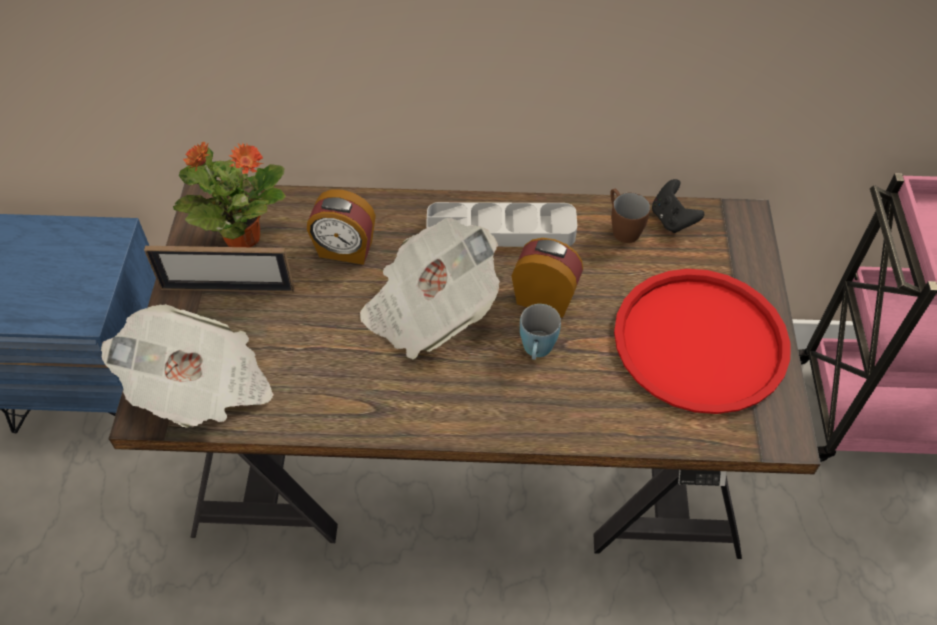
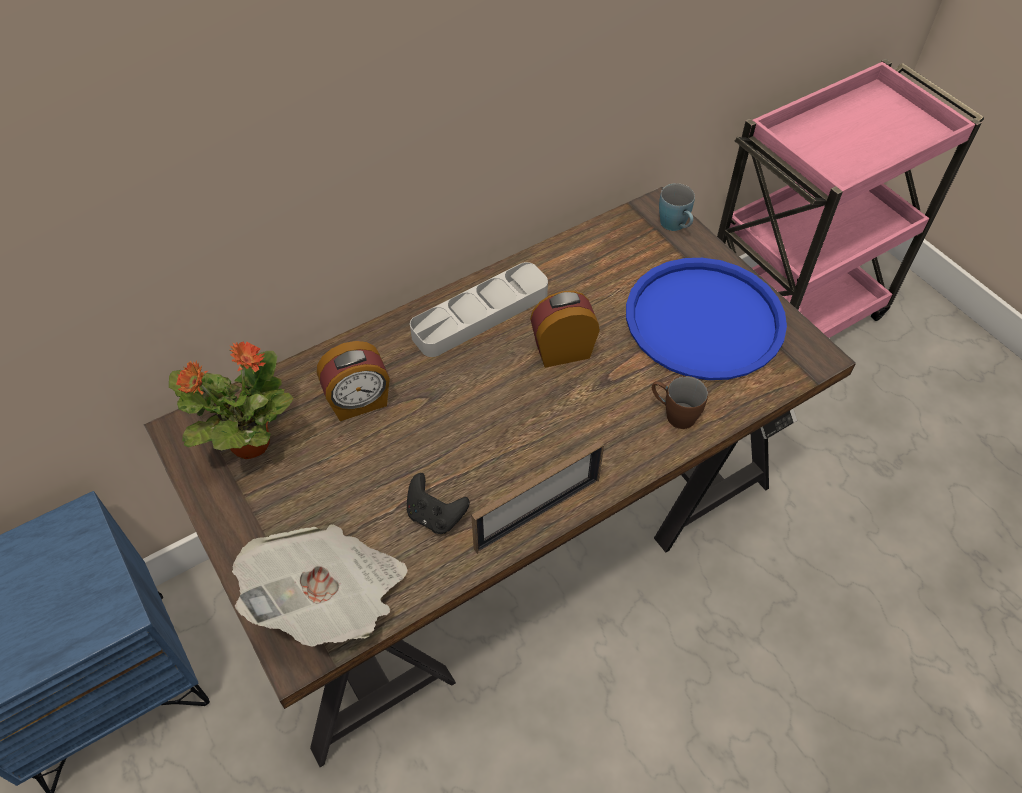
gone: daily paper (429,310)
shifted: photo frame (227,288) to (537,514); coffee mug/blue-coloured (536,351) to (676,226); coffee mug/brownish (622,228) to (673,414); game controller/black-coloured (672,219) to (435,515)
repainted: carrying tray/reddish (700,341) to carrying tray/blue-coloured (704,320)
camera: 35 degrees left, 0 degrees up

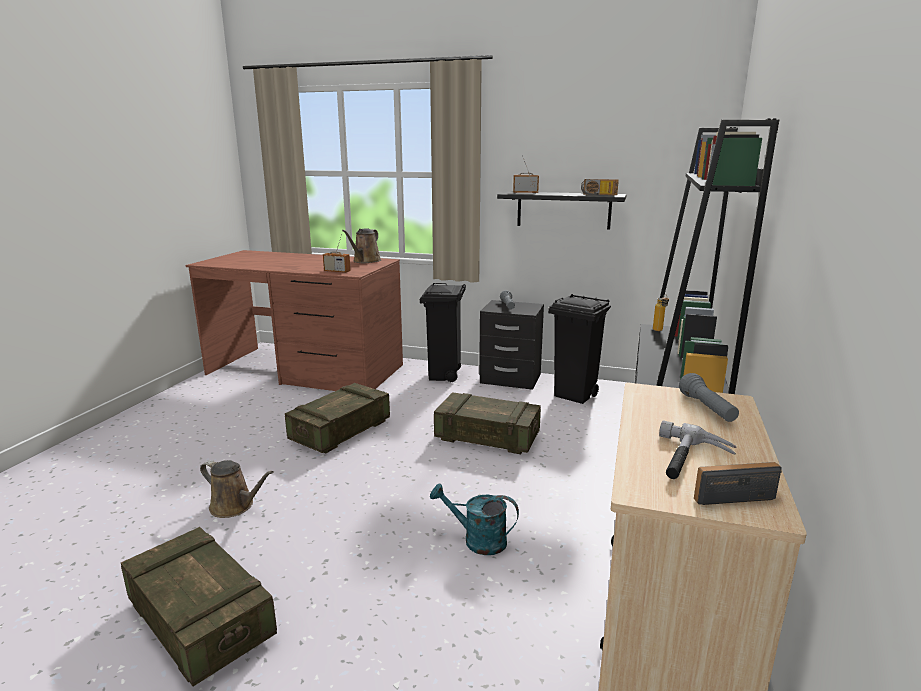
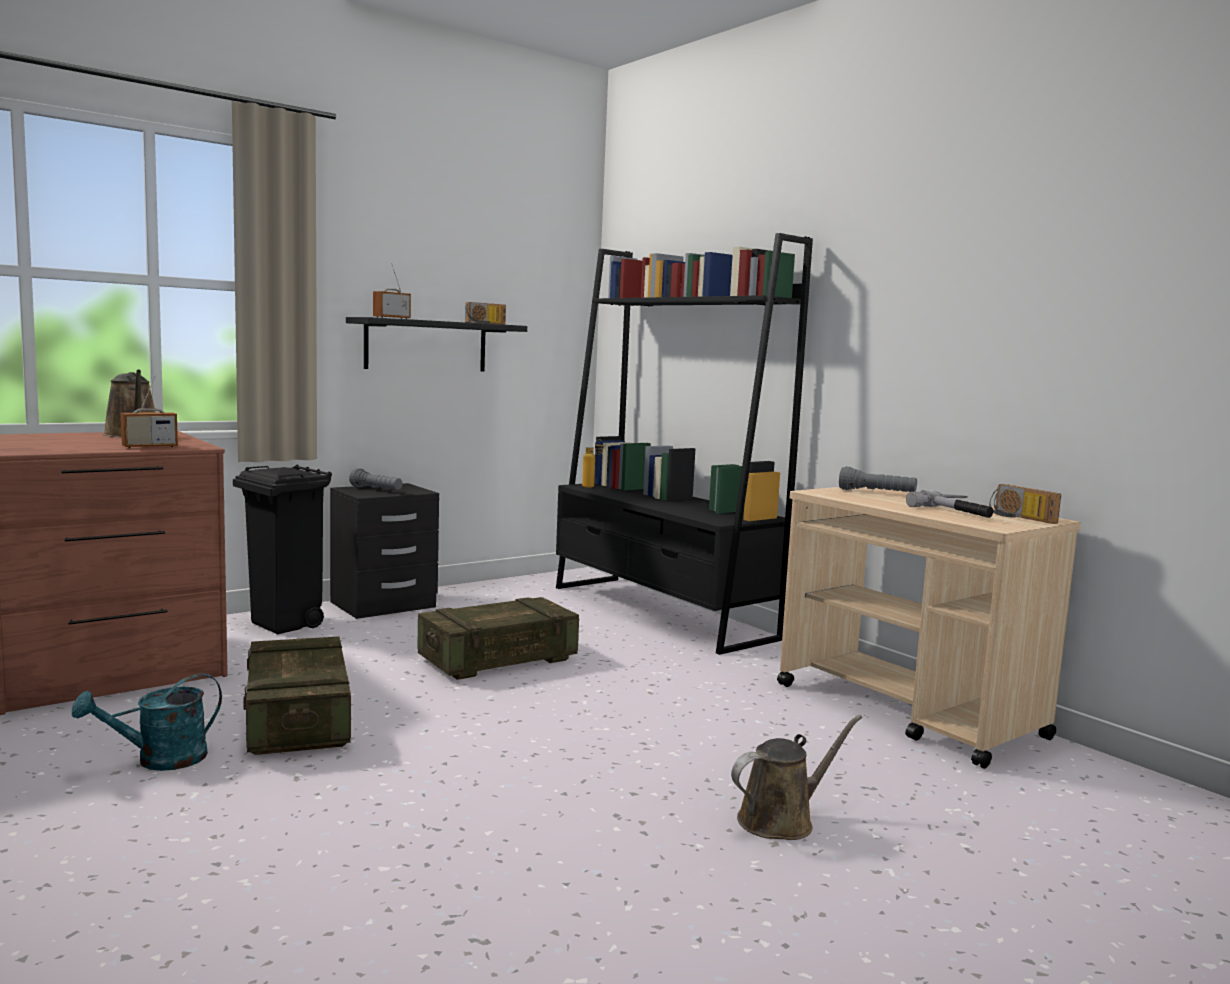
gone: shipping crate (201,620); waste bin/black-coloured (575,396)
shifted: watering pot/brownish (235,506) to (781,820); watering pot/turquoise (477,540) to (159,760)
rotated: radio receiver (732,494) = (1019,517) 60 degrees counterclockwise
camera: 55 degrees left, 10 degrees down

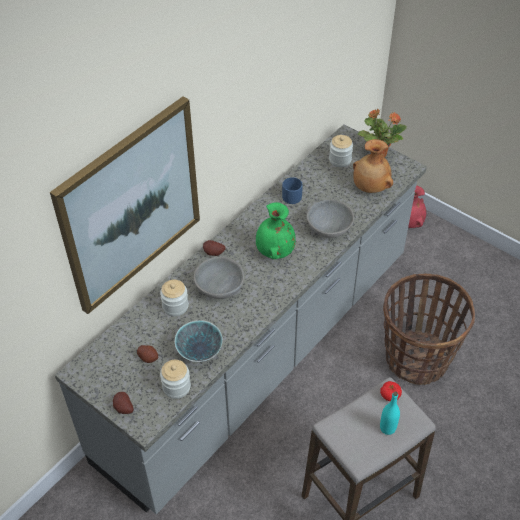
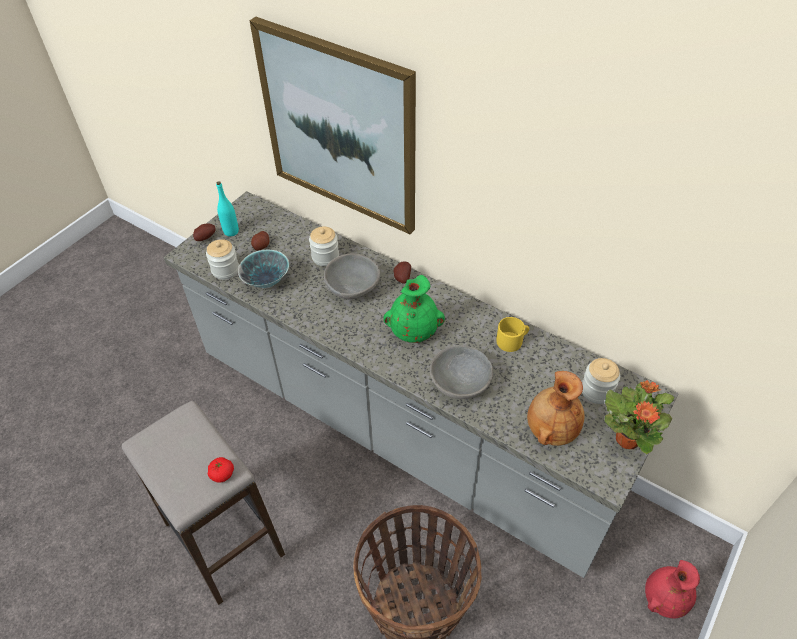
shifted: drink bottle/turquoise (387,428) to (231,231)
repainted: coffee mug/blue-coloured (291,195) to coffee mug/yellowish (512,340)
camera: 85 degrees right, 0 degrees up

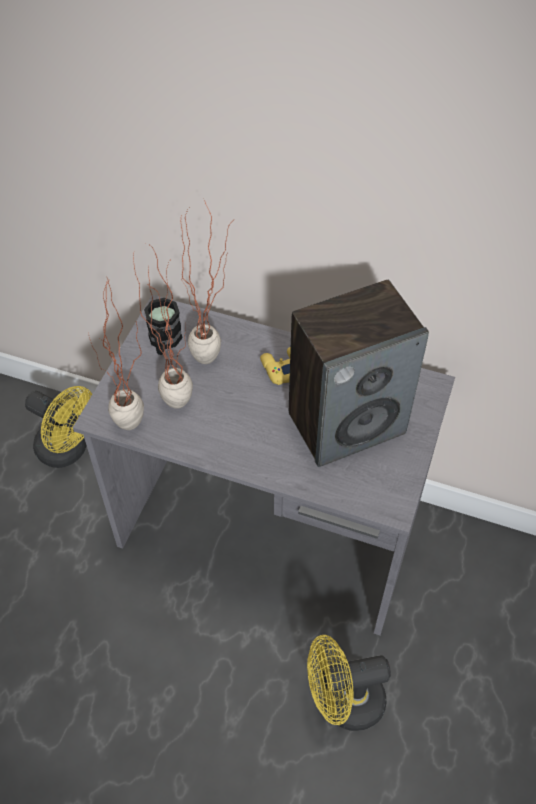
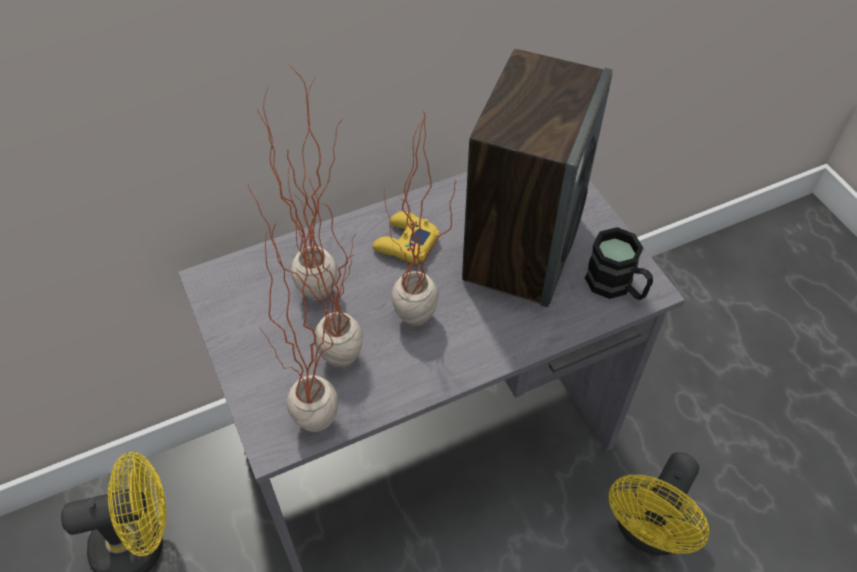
new: potted plant (419,329)
shifted: coffee mug/black-coloured (164,342) to (616,286)
camera: 45 degrees left, 0 degrees up

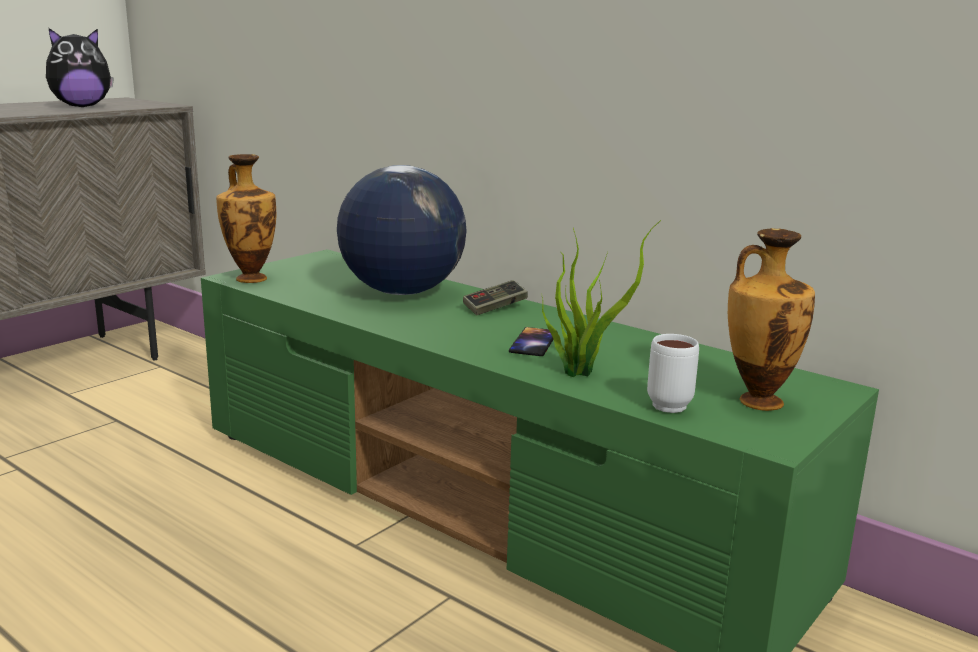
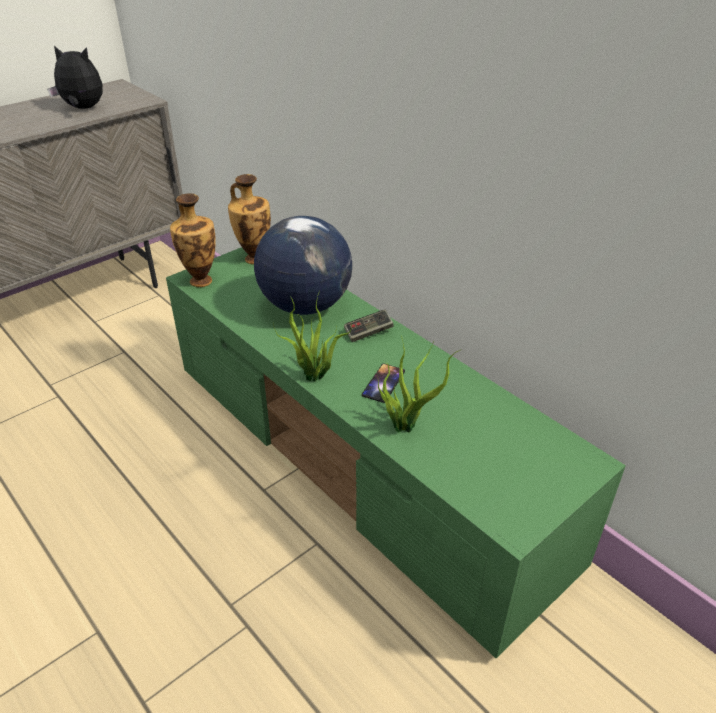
gone: coffee mug/whitish (671,403)
new: potted plant (314,377)
shifted: decorative vase (757,401) to (254,258)
rotated: cuddly toy (82,107) = (82,109) 150 degrees counterclockwise
camera: 10 degrees right, 20 degrees up

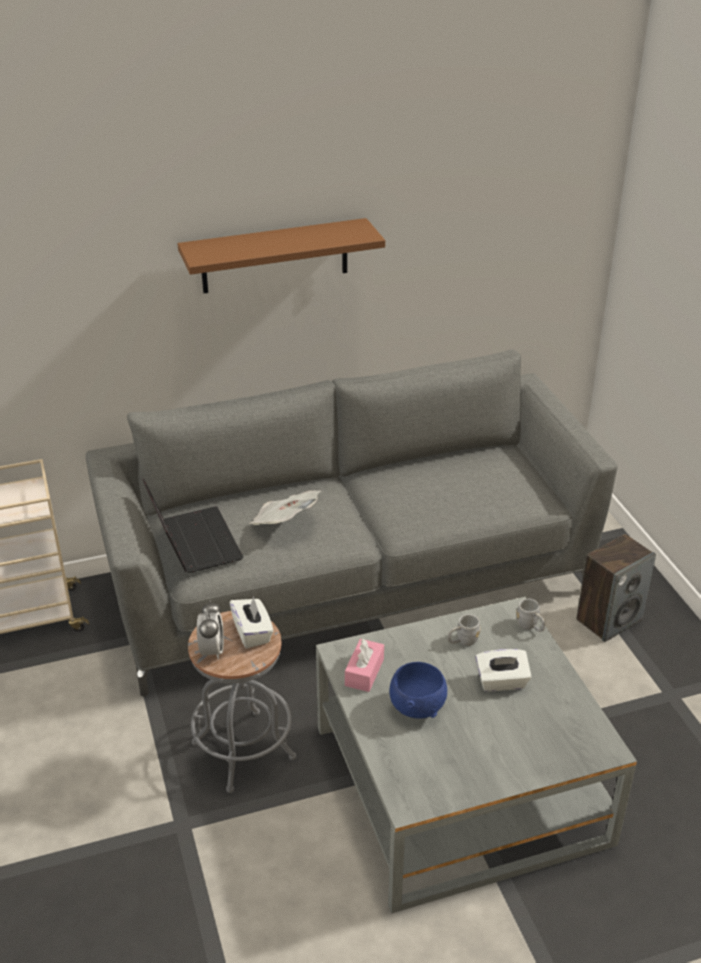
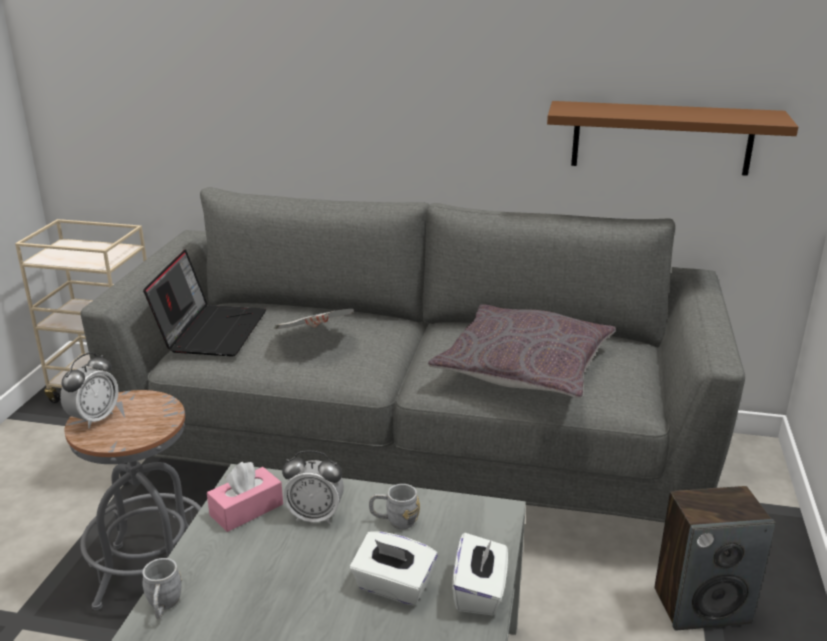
gone: bowl/blue-coloured (417,706)
new: bedside clock (315,516); throw pillow/grey (524,366)
shifted: bracket shelf/brownish (275,256) to (661,138); tissue box/whitish (252,633) to (480,592); coffee mug/grey (530,626) to (163,606)
camera: 30 degrees right, 10 degrees down

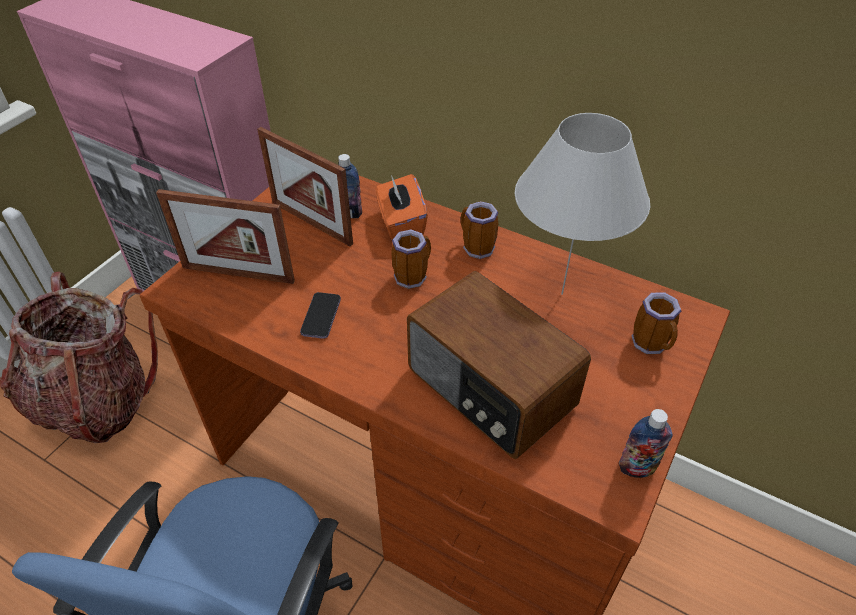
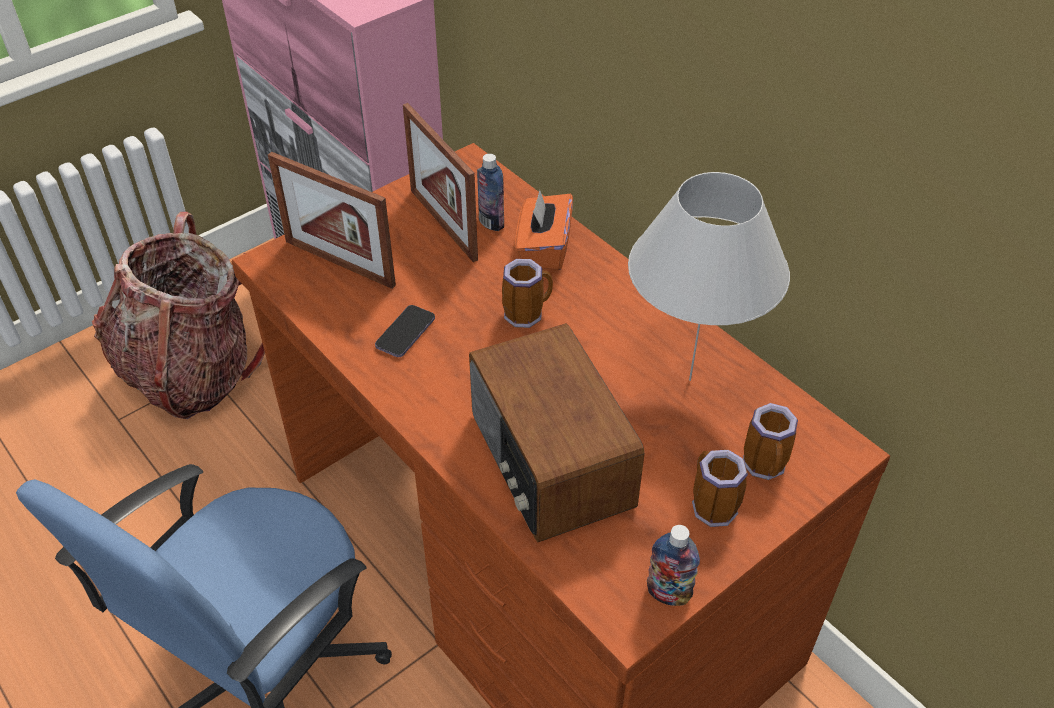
shifted: coffee mug (475,248) to (710,507)
camera: 20 degrees right, 0 degrees up

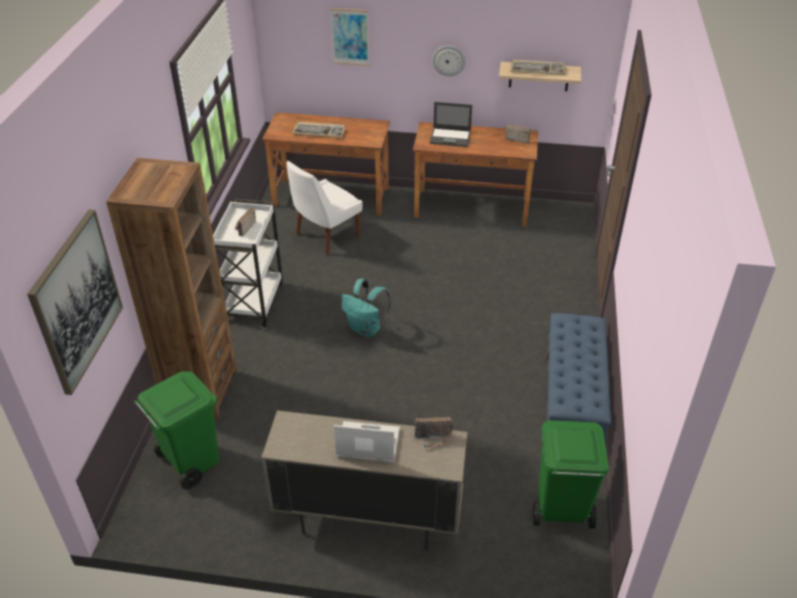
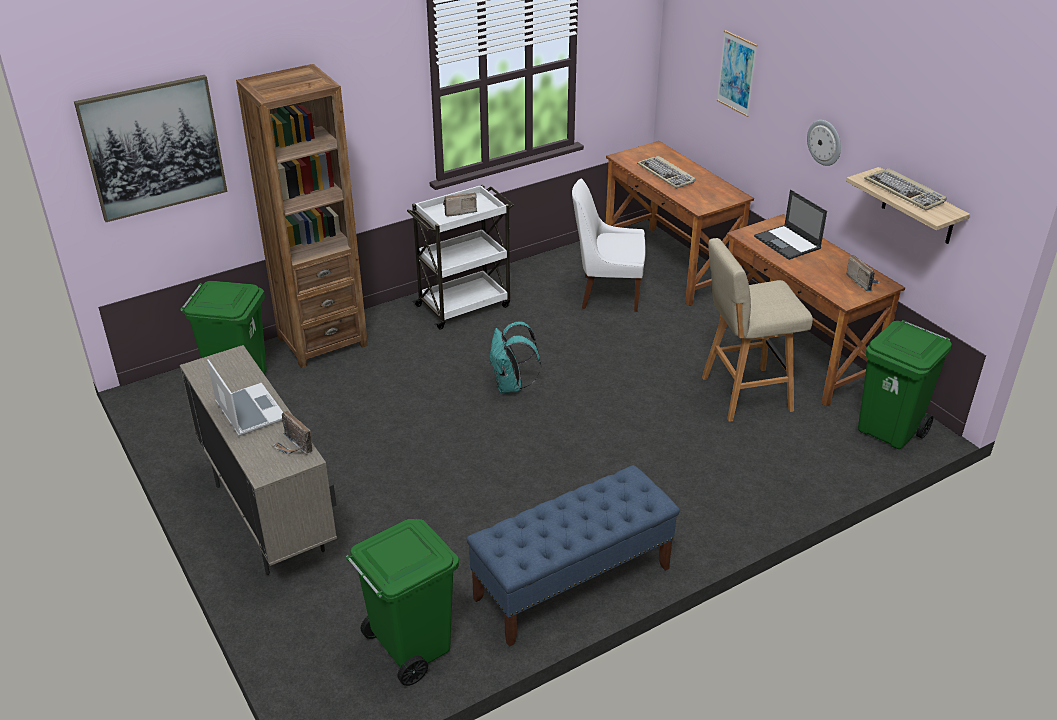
new: stool/beige-coloured (743,394); waste bin/greenish (889,431)
camera: 50 degrees right, 5 degrees down

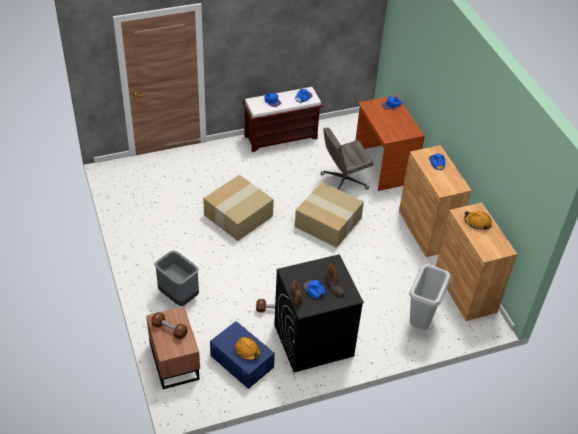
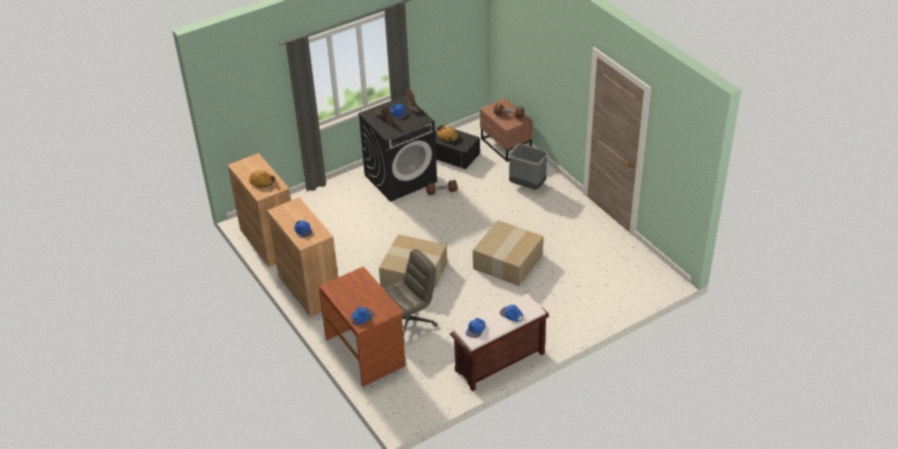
gone: waste bin/grey (421,323)
repainted: storage container/blue-coloured (242,361) to storage container/black-coloured (453,155)
camera: 170 degrees right, 5 degrees down

